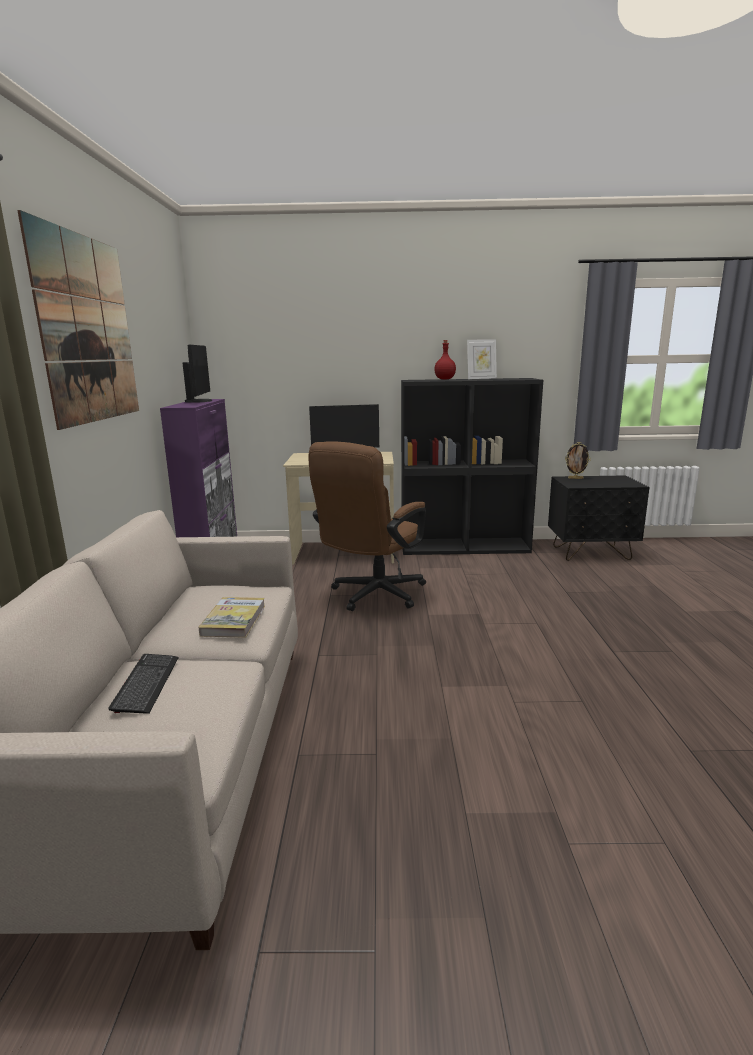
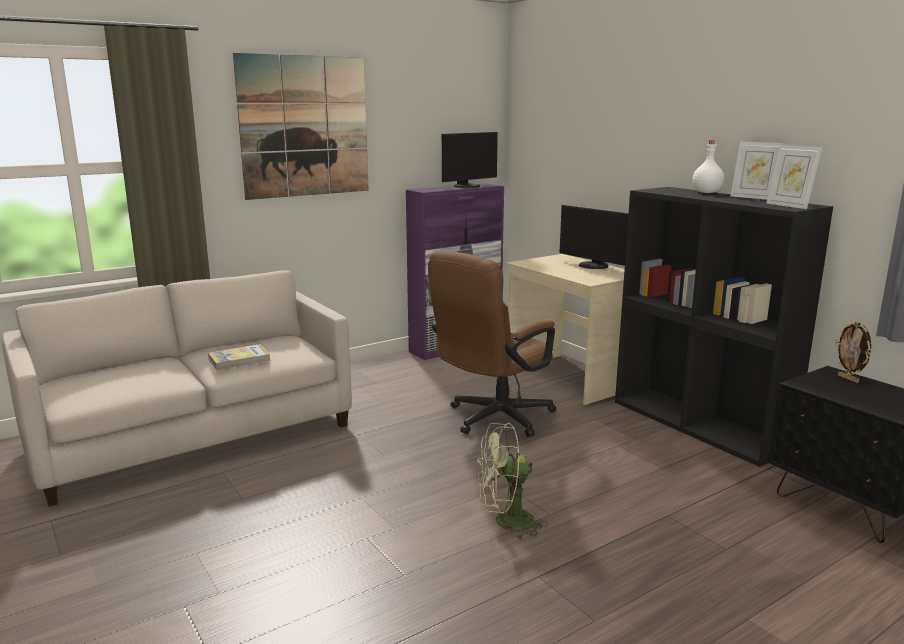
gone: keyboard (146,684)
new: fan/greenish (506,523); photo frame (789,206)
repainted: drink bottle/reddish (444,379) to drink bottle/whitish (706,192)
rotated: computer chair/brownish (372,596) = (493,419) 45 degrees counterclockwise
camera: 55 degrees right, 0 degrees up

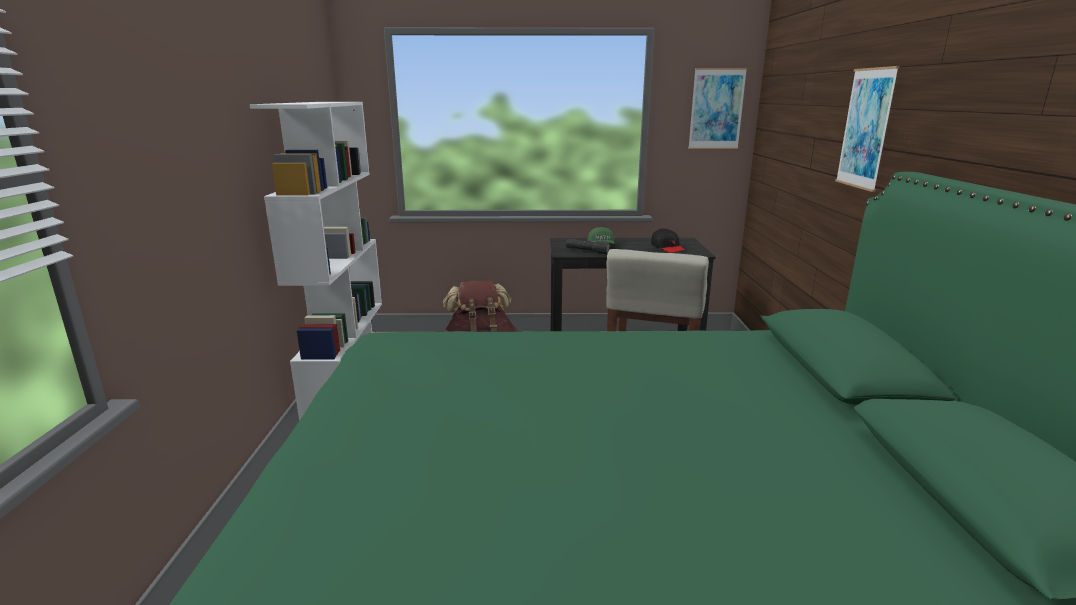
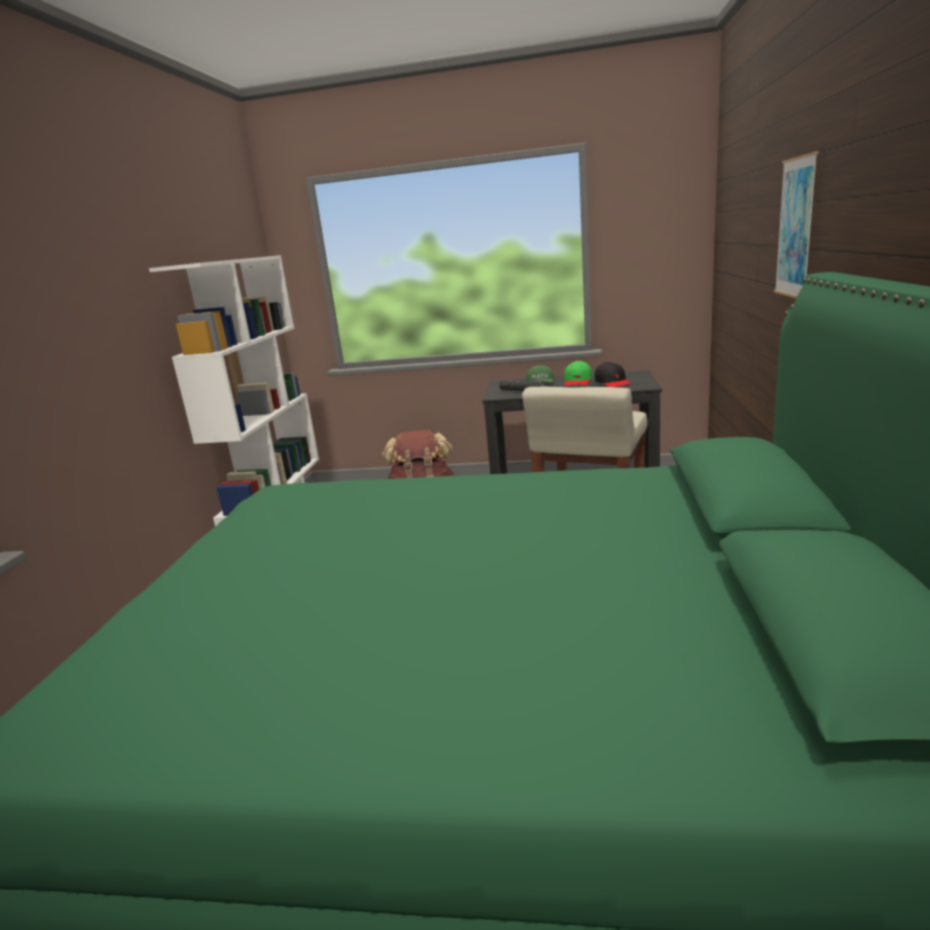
gone: wall picture (716,109)
new: cap/greenish (578,381)
camera: 10 degrees right, 0 degrees up

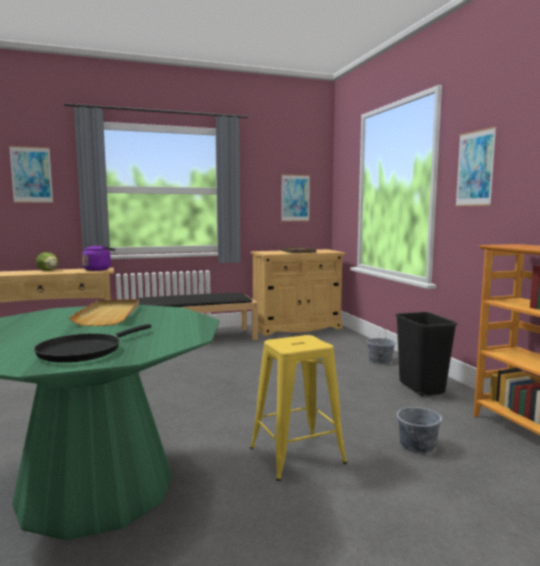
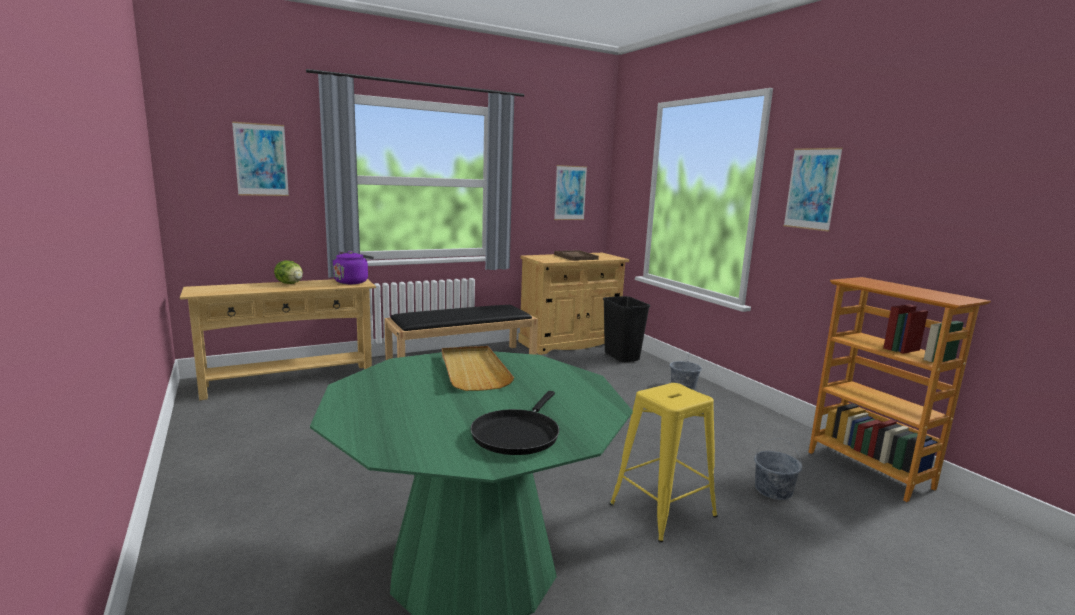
shifted: waste bin/black-coloured (422,388) to (622,357)
camera: 10 degrees left, 5 degrees up

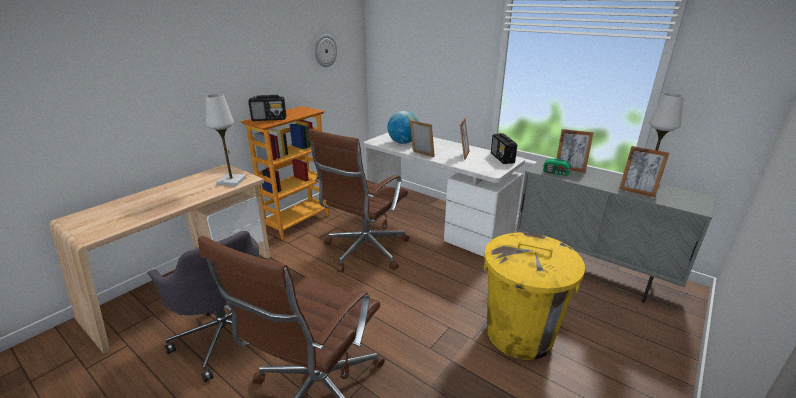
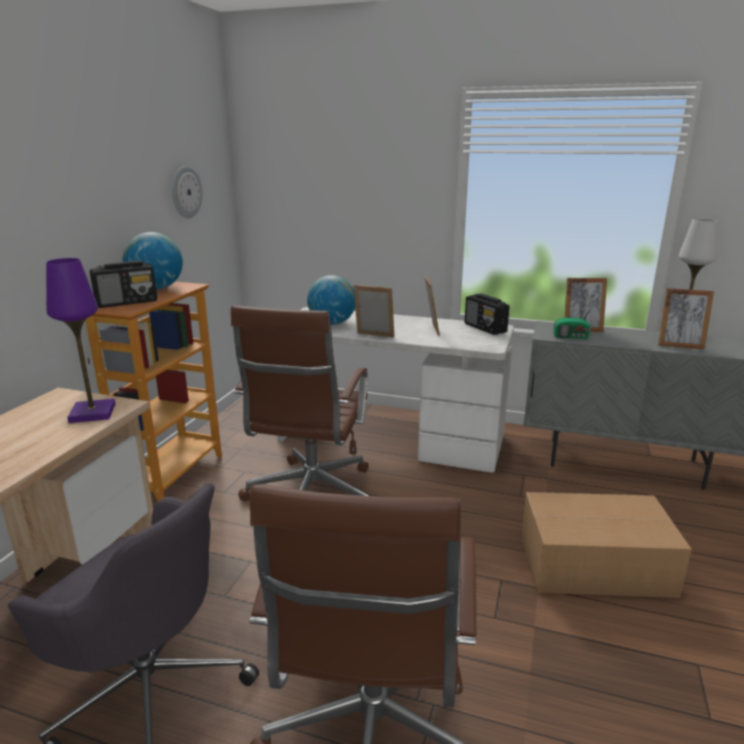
new: world globe (156,289)
swapped: waste bin/yellowish (520,334) to cardboard box (597,565)
repainted: lamp for a table/whitish (231,181) to lamp for a table/purple-coloured (93,413)
camera: 20 degrees left, 5 degrees down

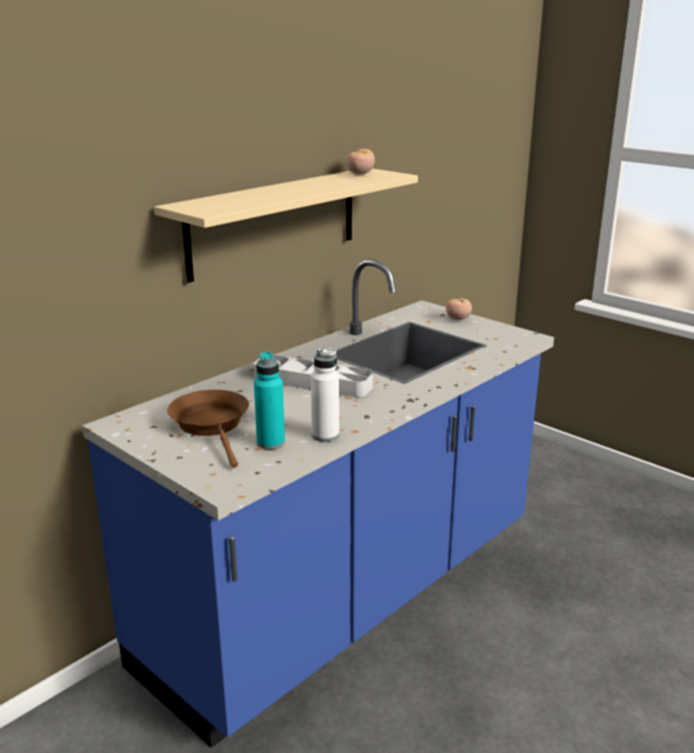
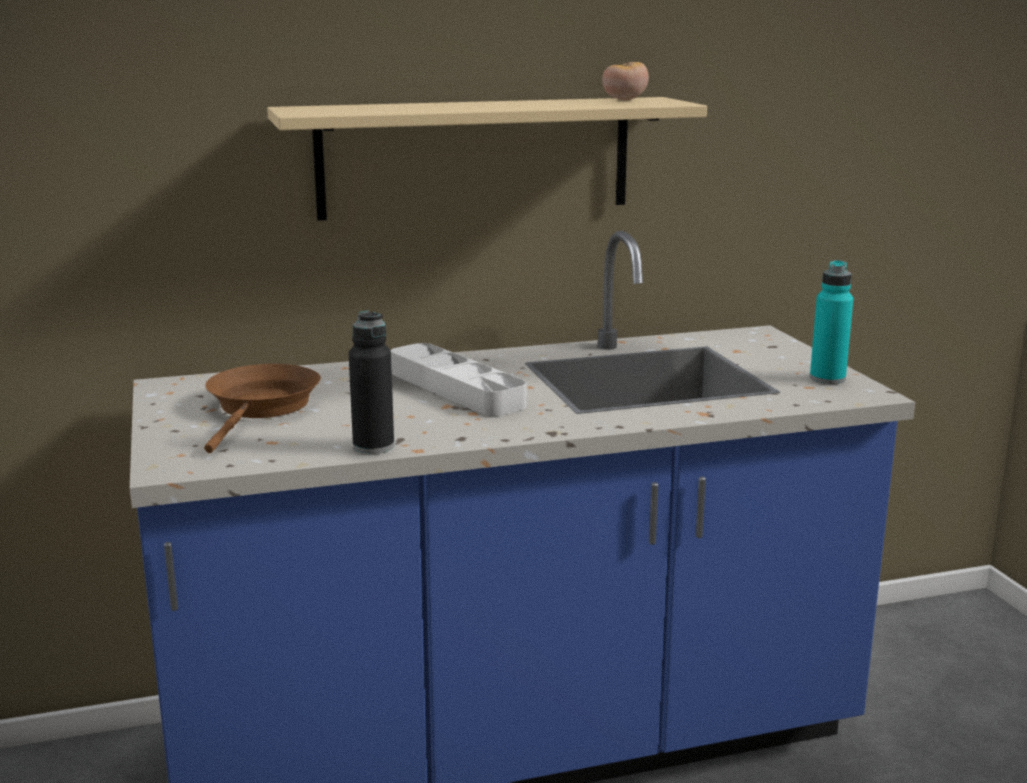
gone: whole tomato (458,319)
shifted: drink bottle/turquoise (270,443) to (827,378)
repainted: drink bottle/whitish (325,435) to drink bottle/black-coloured (373,446)
camera: 30 degrees right, 5 degrees down

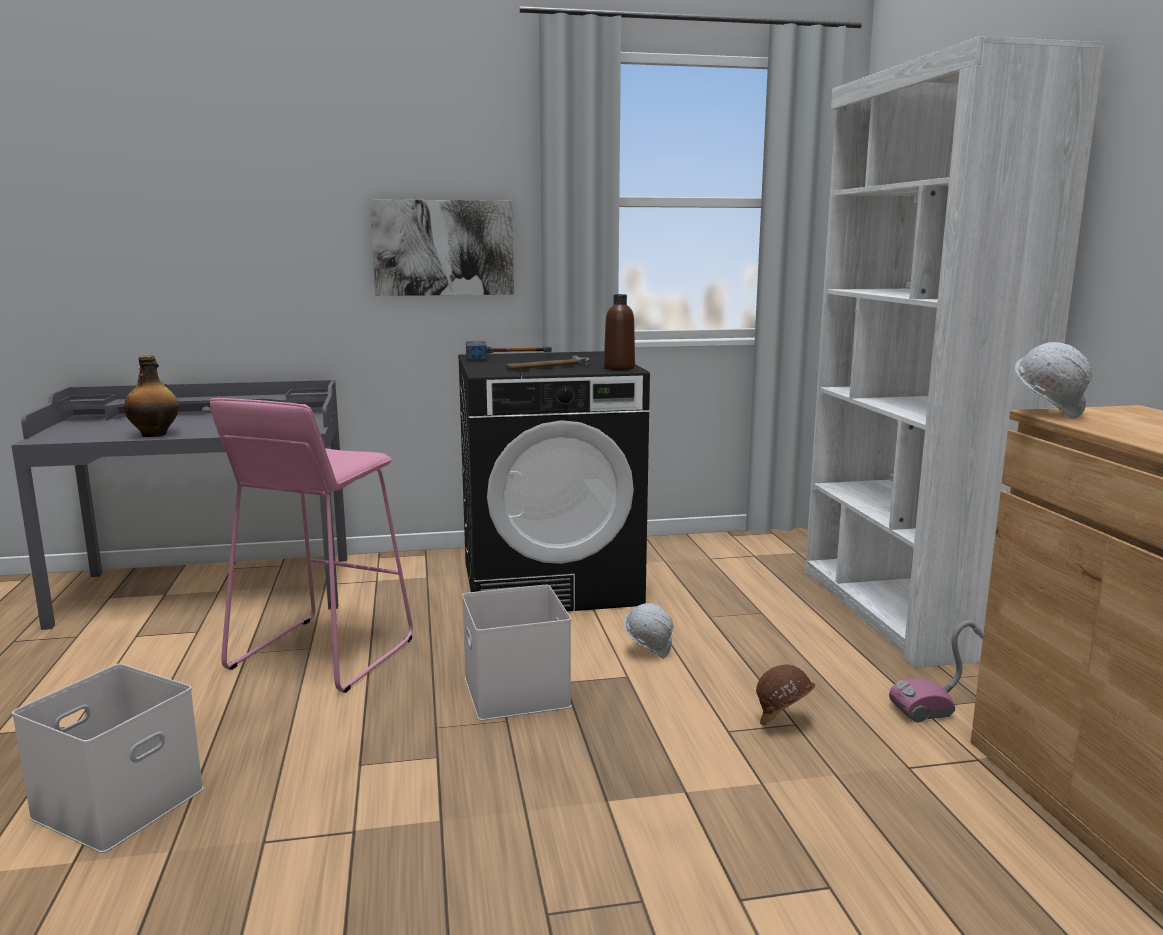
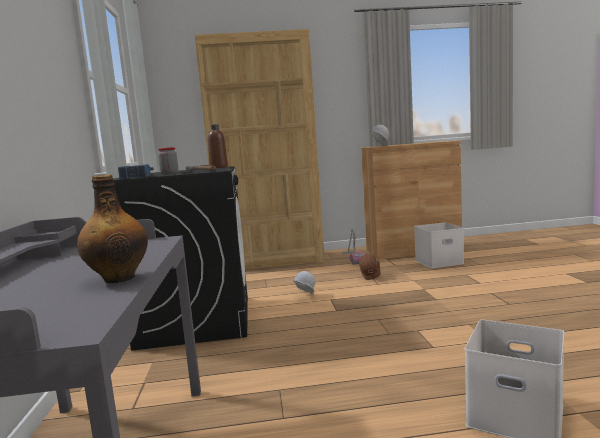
gone: stool/pink-coloured (321,654); wall picture (443,248)
new: storage jar (169,173)
shifted: storage container/whitish (519,692) to (439,261)
repainted: shelving unit/whitish (900,610) to shelving unit/brownish (272,261)
camera: 85 degrees left, 5 degrees down

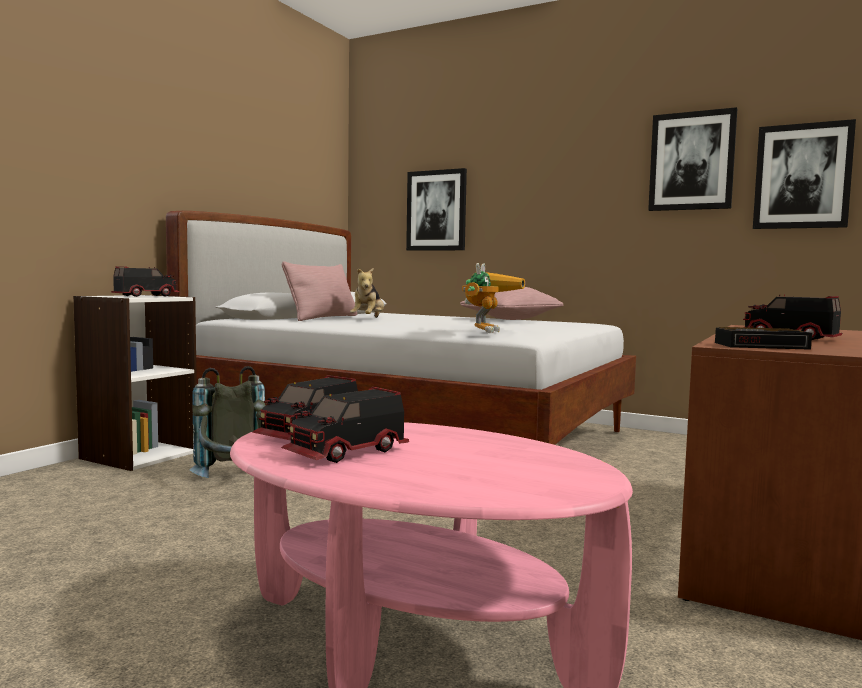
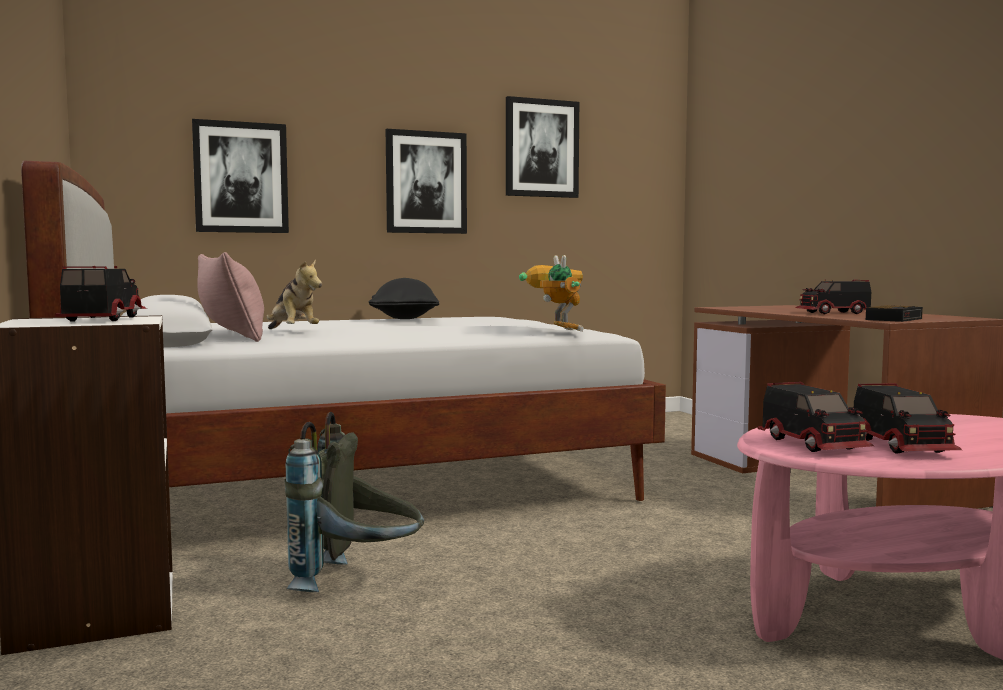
shifted: wall picture (802,176) to (426,182)
repainted: throw pillow/pink-coloured (512,319) to throw pillow/black-coloured (403,318)
camera: 50 degrees left, 0 degrees up

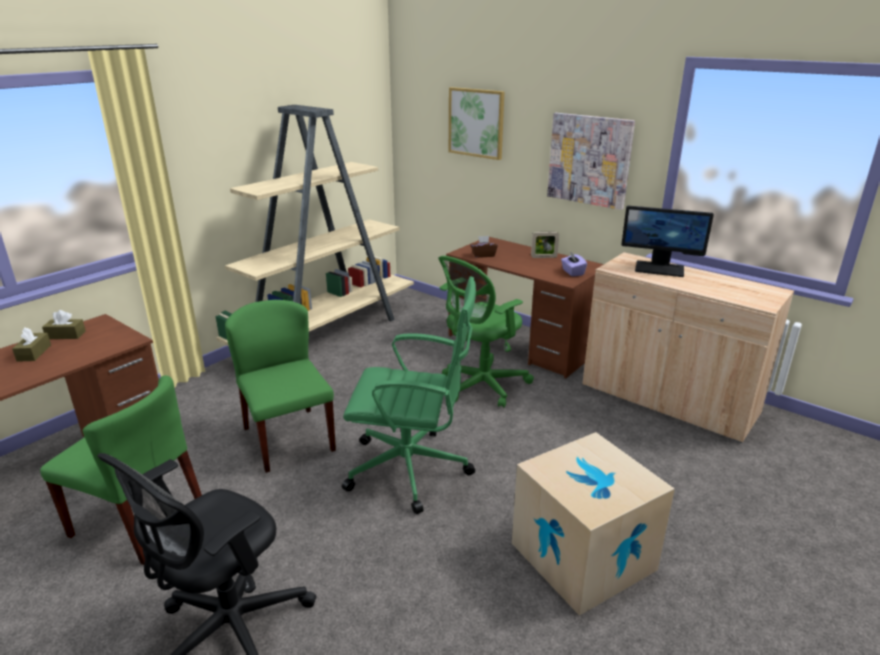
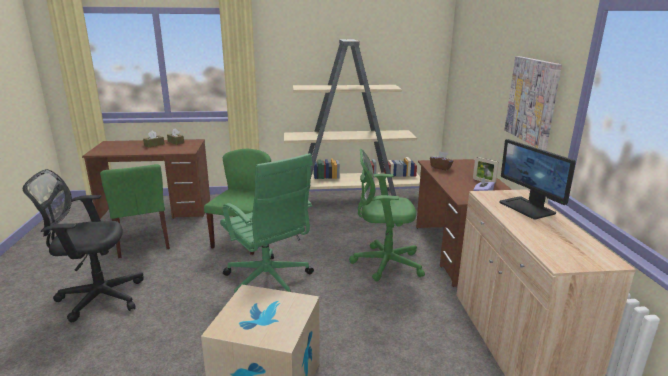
gone: wall picture (476,123)
camera: 45 degrees right, 5 degrees down

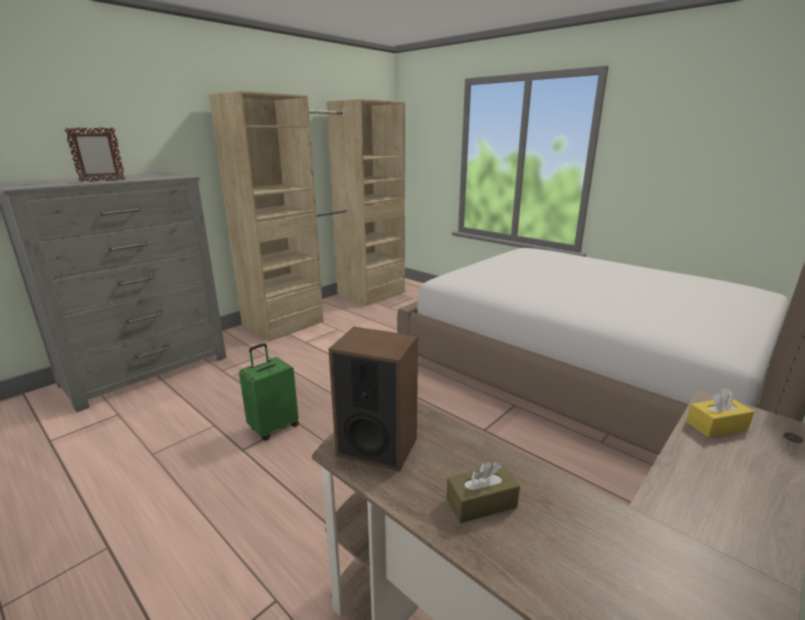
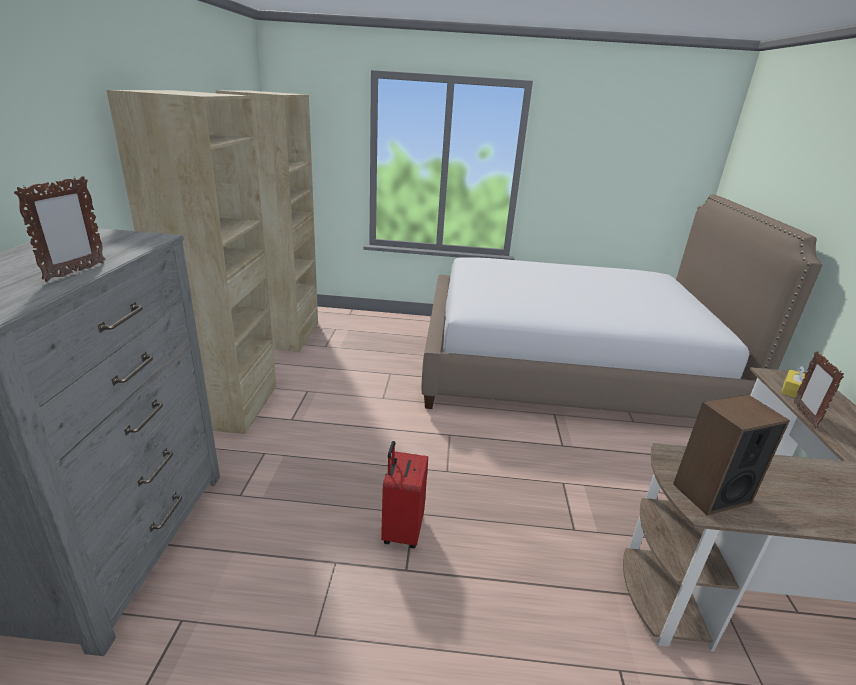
gone: tissue box/brownish (481,503)
new: photo frame (804,415)
repainted: travel case/greenish (273,427) to travel case/reddish (401,530)
camera: 40 degrees left, 5 degrees up

